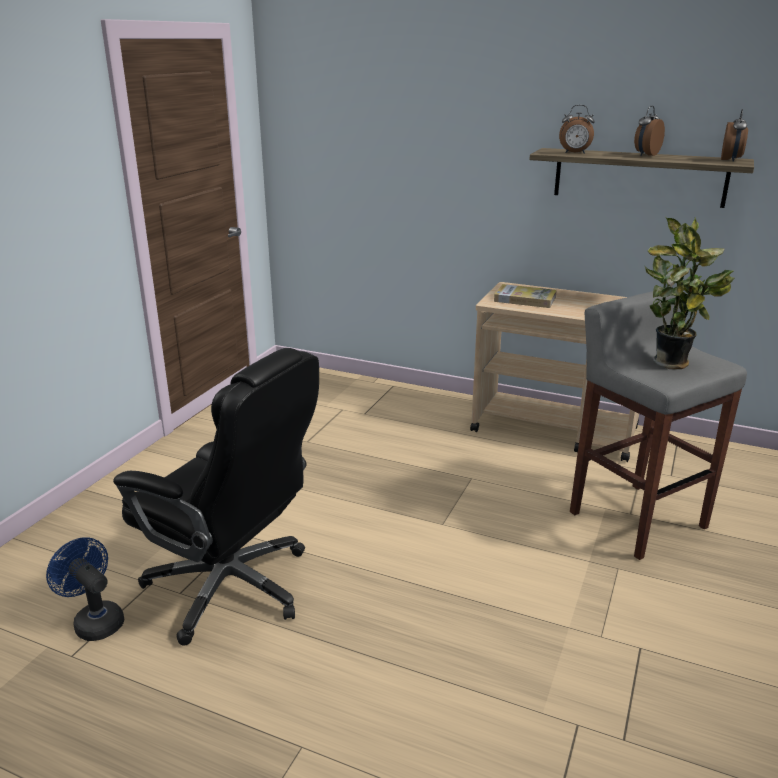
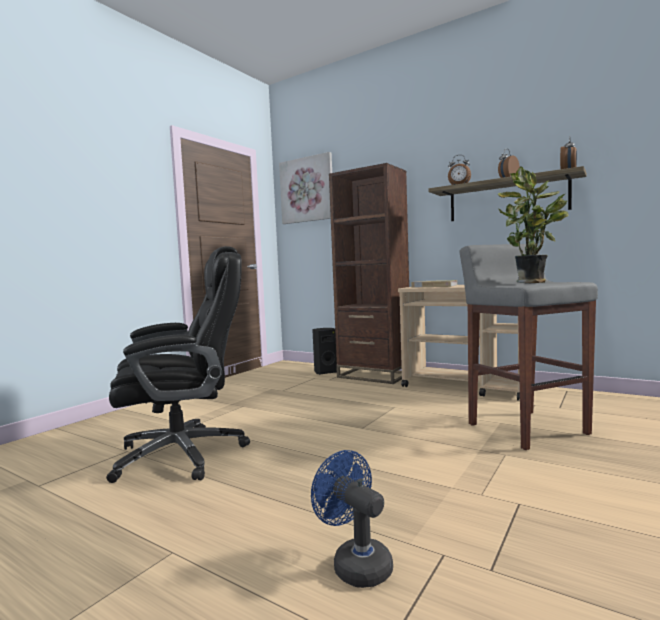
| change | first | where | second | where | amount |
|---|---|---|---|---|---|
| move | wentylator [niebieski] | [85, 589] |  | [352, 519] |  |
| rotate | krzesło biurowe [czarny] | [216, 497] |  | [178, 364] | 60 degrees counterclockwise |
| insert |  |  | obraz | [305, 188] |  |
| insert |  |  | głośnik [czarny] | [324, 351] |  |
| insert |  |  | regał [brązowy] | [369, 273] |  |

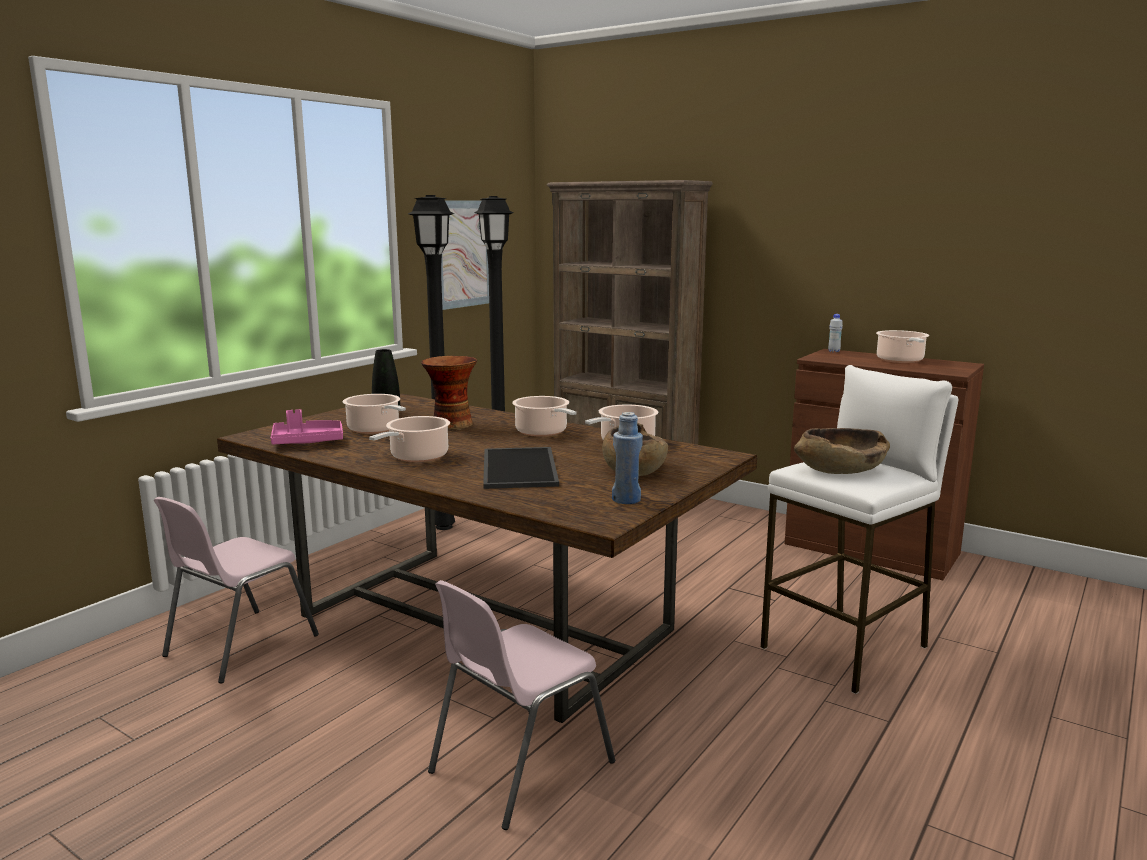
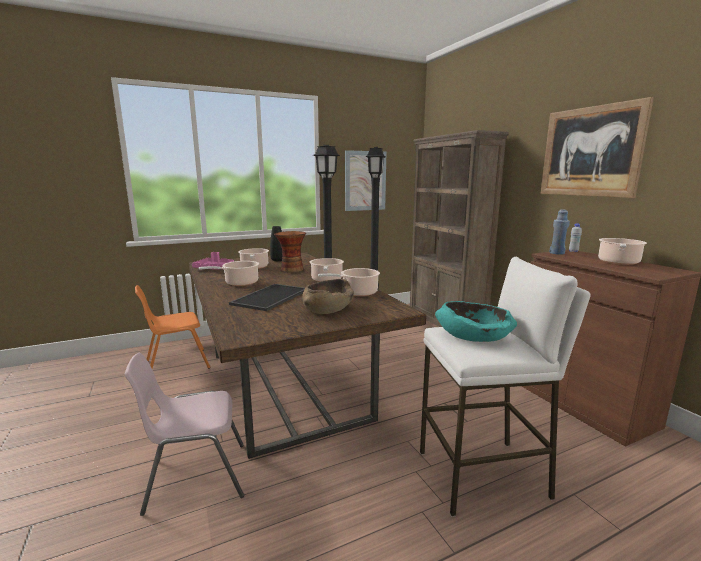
| change | first | where | second | where | amount |
|---|---|---|---|---|---|
| recolor | krzesło [różowy] | [236, 590] | krzesło [pomarańczowy] | [173, 327] |  |
| move | butelka [niebieski] | [627, 458] |  | [559, 232] |  |
| recolor | miska [brązowy] | [842, 451] | miska [turkusowy] | [476, 321] |  |
| insert |  |  | obraz | [597, 147] |  |

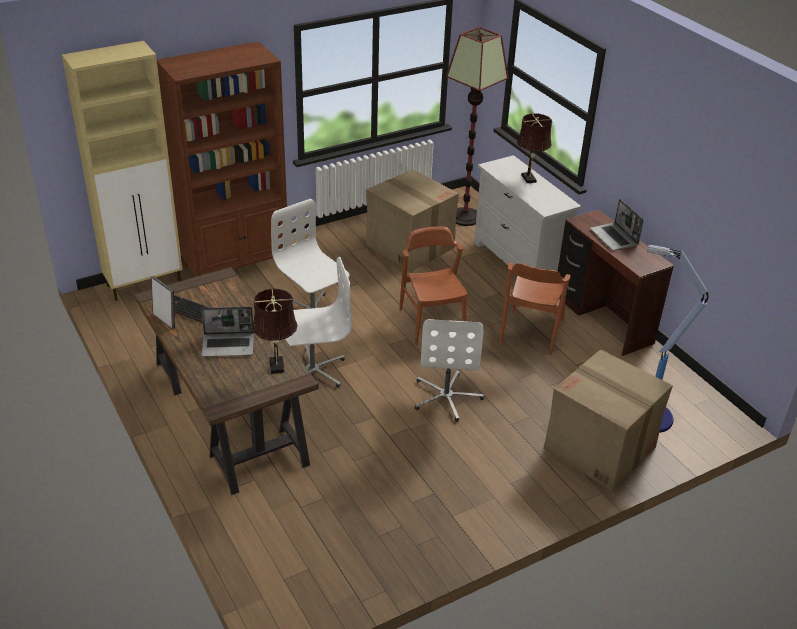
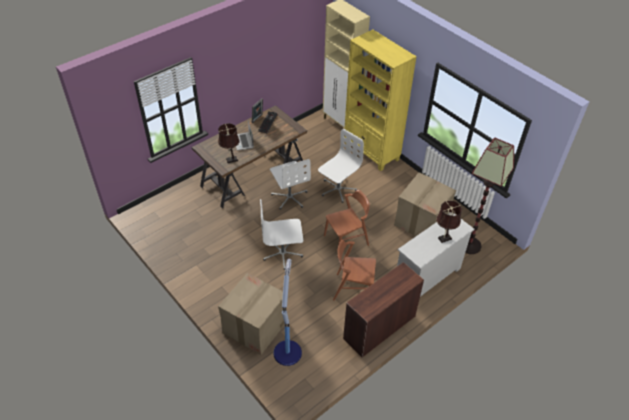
| change | first | where | second | where | amount |
|---|---|---|---|---|---|
| recolor | regał [brązowy] | [222, 159] | regał [żółty] | [380, 100] |  |
| delete | laptop | [617, 224] |  |  |  |

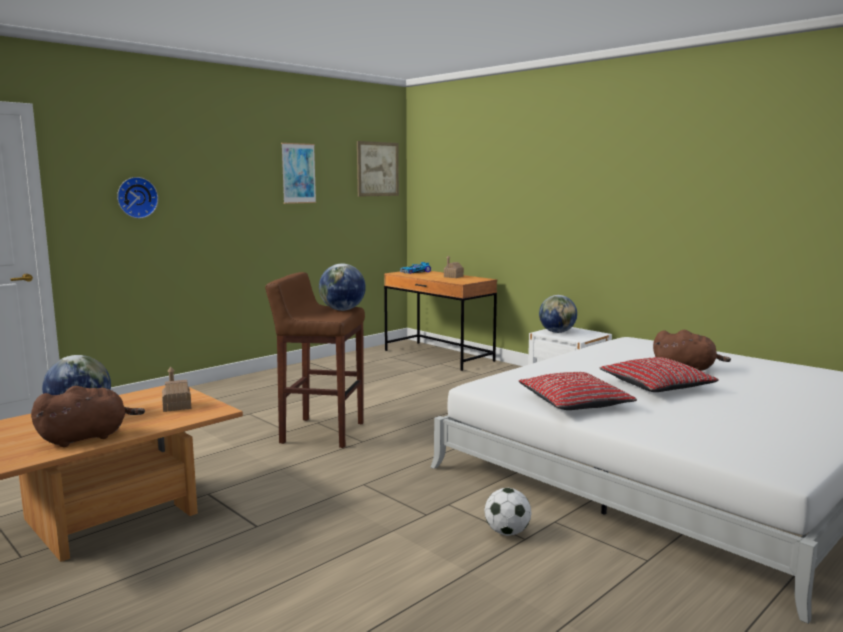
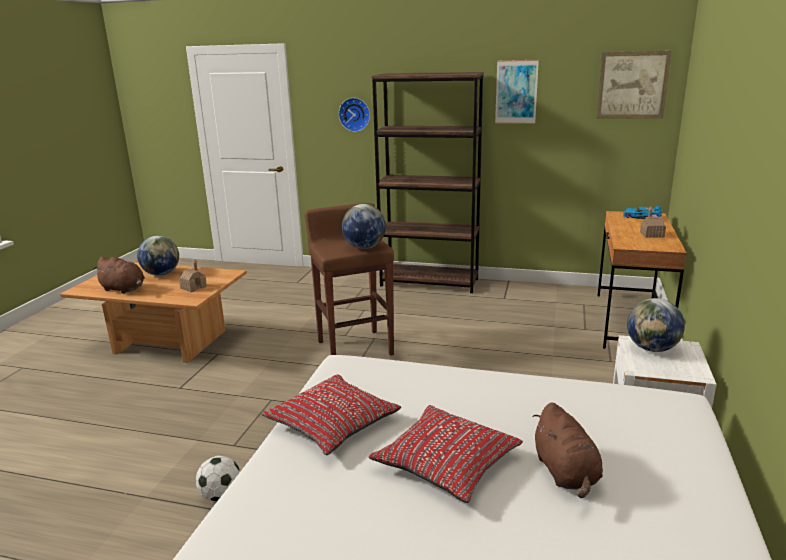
| change | first | where | second | where | amount |
|---|---|---|---|---|---|
| insert |  |  | regał [brązowy] | [428, 182] |  |

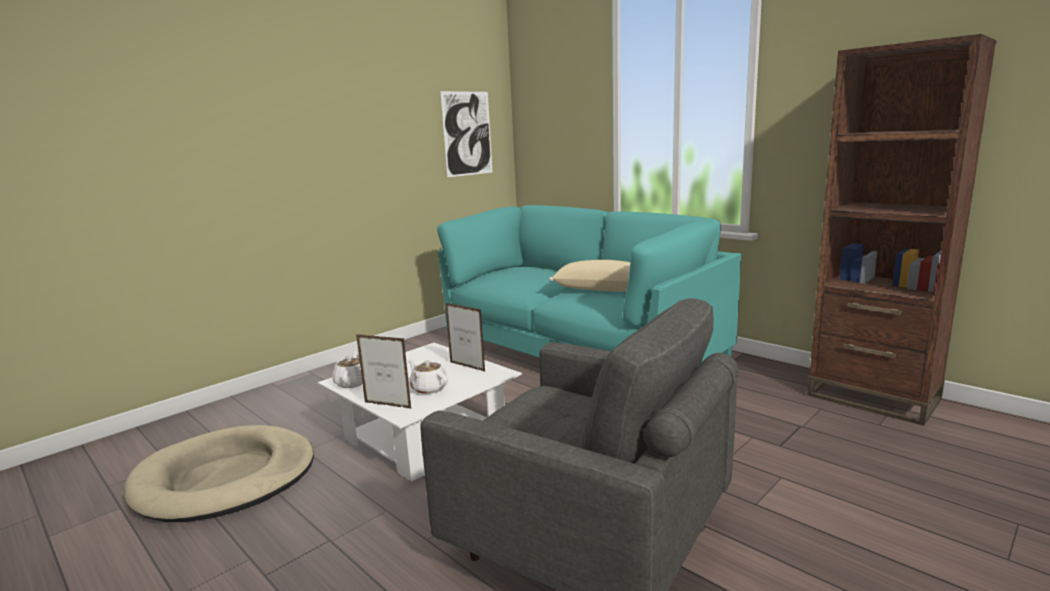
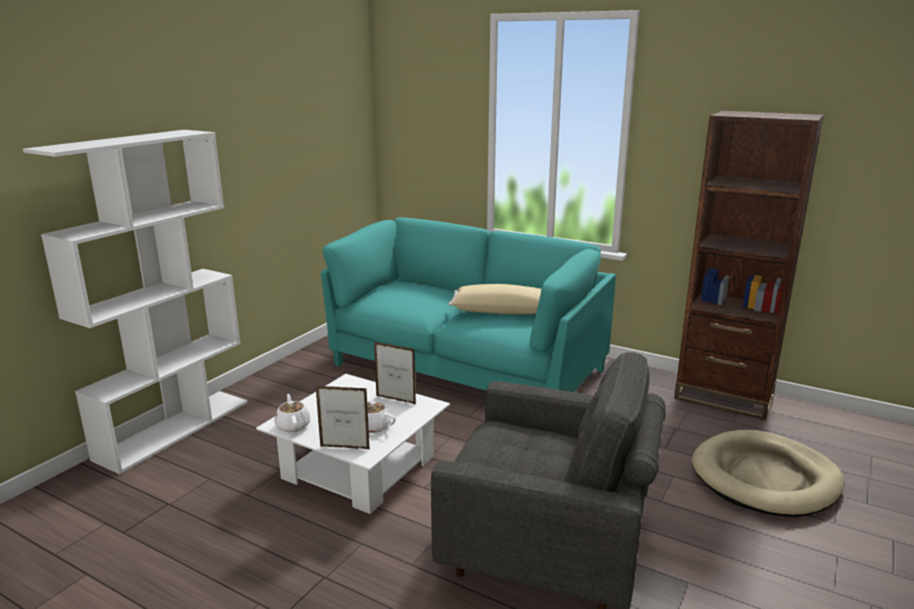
| change | first | where | second | where | amount |
|---|---|---|---|---|---|
| move | legowisko [beżowy] | [219, 473] |  | [768, 473] |  |
| delete | obraz | [466, 134] |  |  |  |
| insert |  |  | regał [biały] | [135, 302] |  |

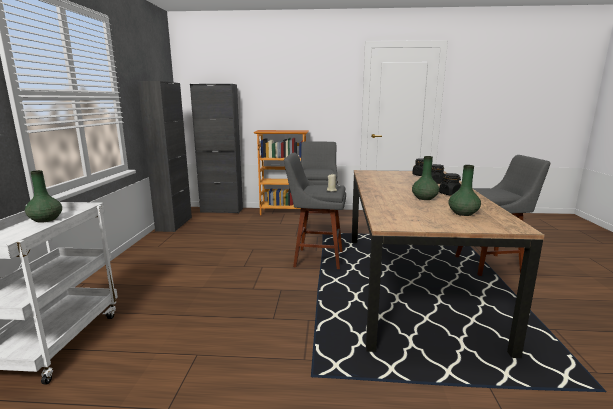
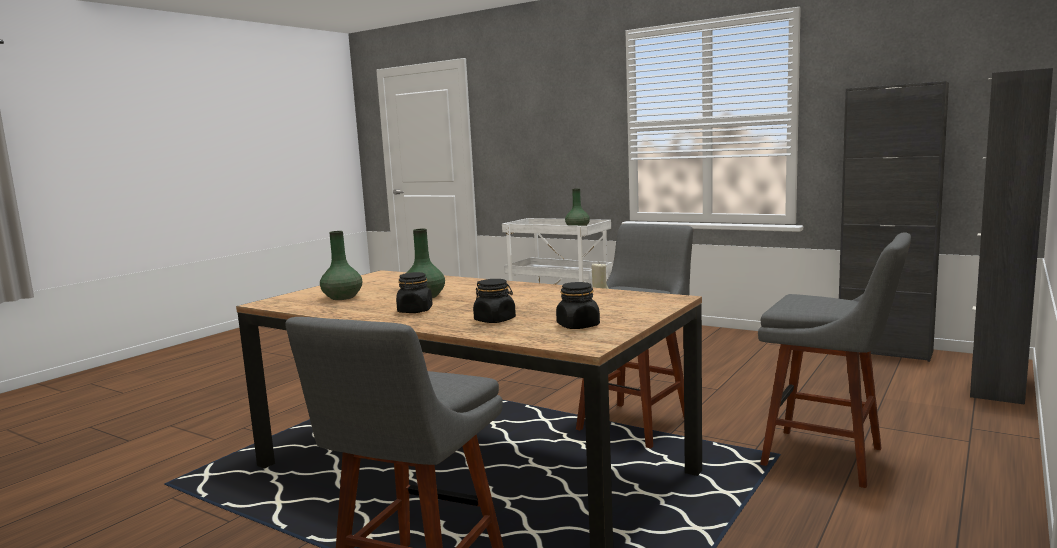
| change | first | where | second | where | amount |
|---|---|---|---|---|---|
| delete | regał | [281, 172] |  |  |  |

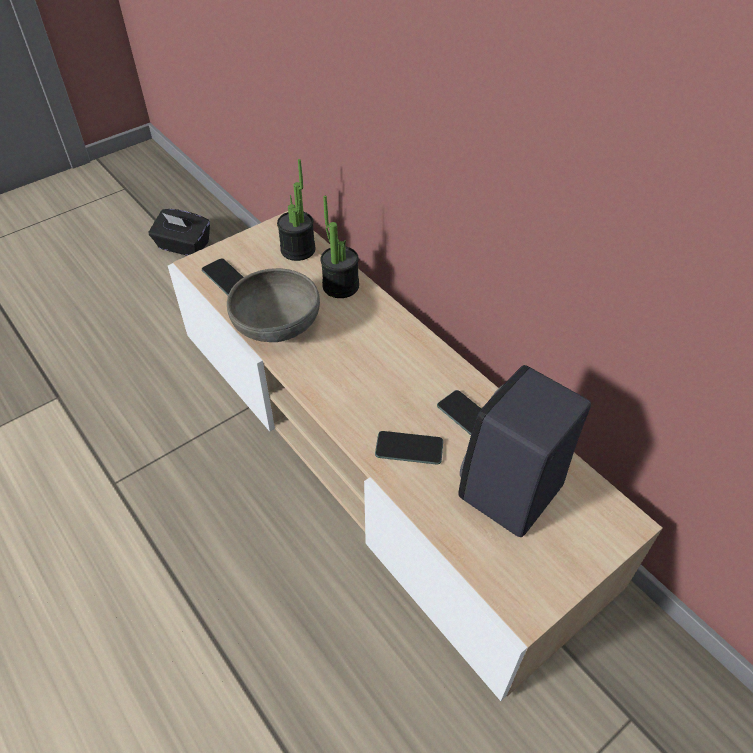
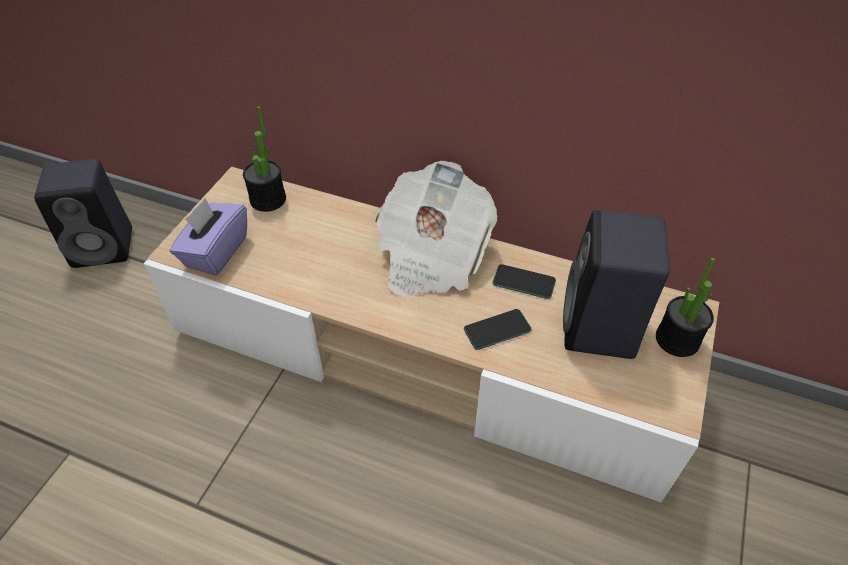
| change | first | where | second | where | amount |
|---|---|---|---|---|---|
| replace | pudełko chusteczek [czarny] | [179, 232] | głośnik [czarny] | [83, 213] |  |
| replace | telefon | [222, 276] | pudełko chusteczek [fioletowy] | [208, 236] |  |
| delete | miska [szary] | [273, 305] |  |  |  |
| move | roślina doniczkowa | [340, 247] |  | [685, 307] |  |
| insert |  |  | gazeta | [436, 228] |  |

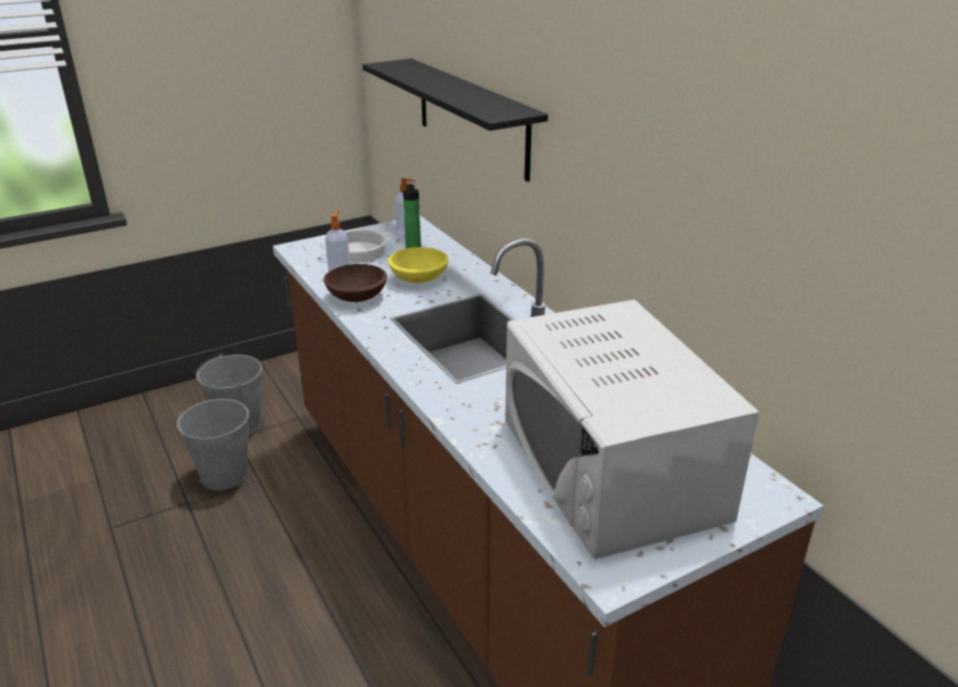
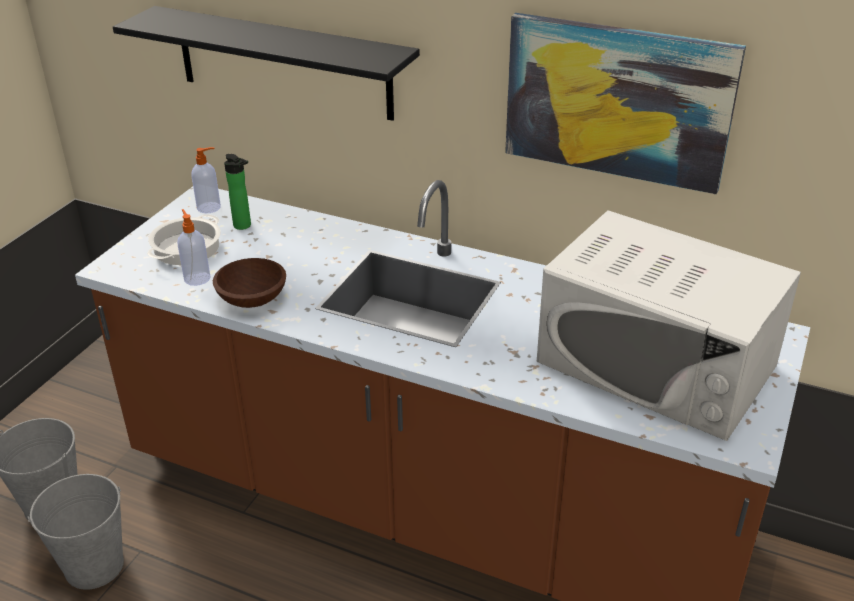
| change | first | where | second | where | amount |
|---|---|---|---|---|---|
| delete | miska [żółty] | [418, 265] |  |  |  |
| insert |  |  | obraz | [625, 104] |  |

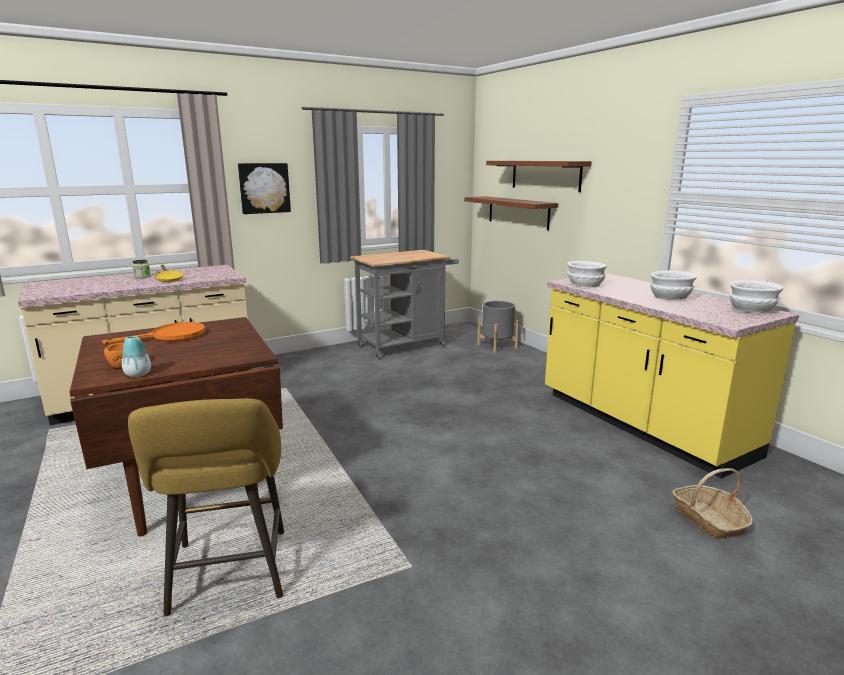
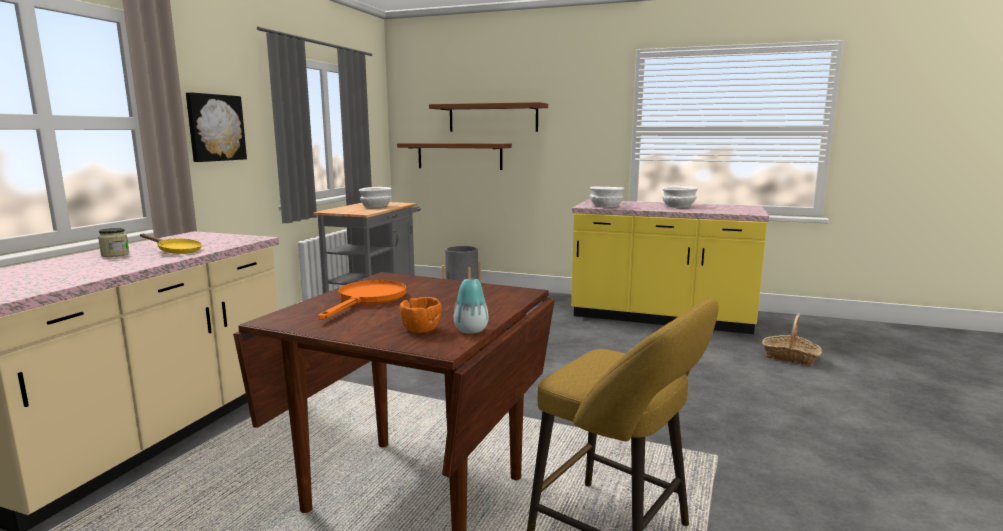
| change | first | where | second | where | amount |
|---|---|---|---|---|---|
| move | miska [biały] | [756, 296] |  | [375, 197] |  |

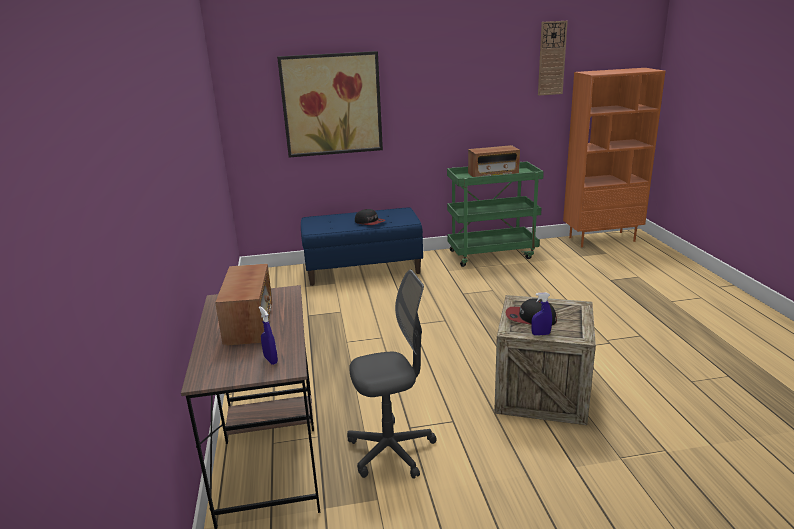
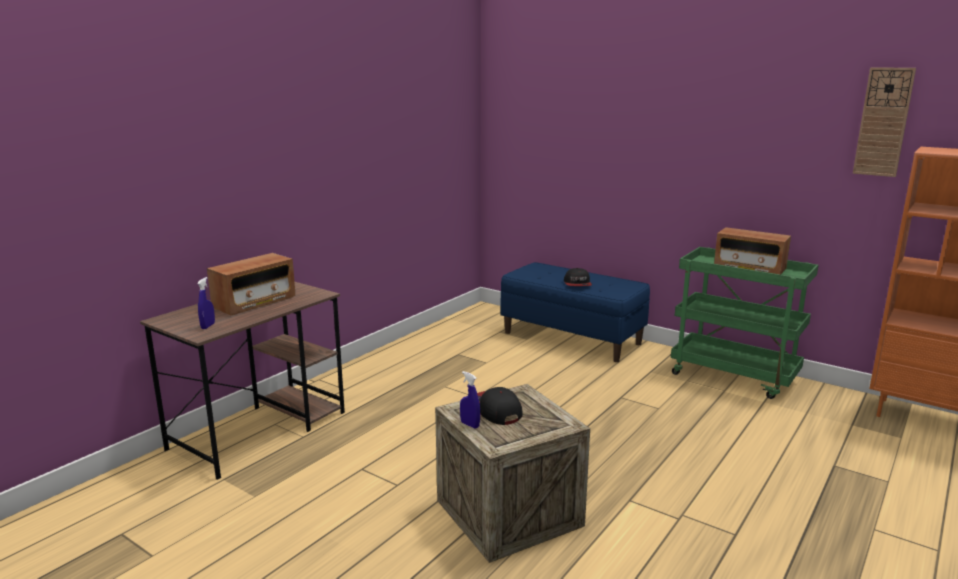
| change | first | where | second | where | amount |
|---|---|---|---|---|---|
| delete | obraz | [330, 104] |  |  |  |
| delete | krzesło biurowe [szary] | [392, 374] |  |  |  |

